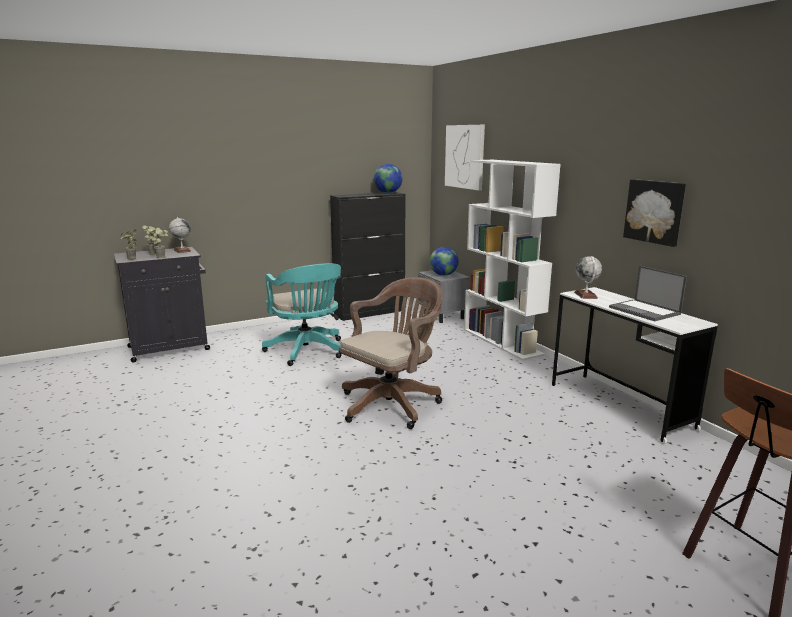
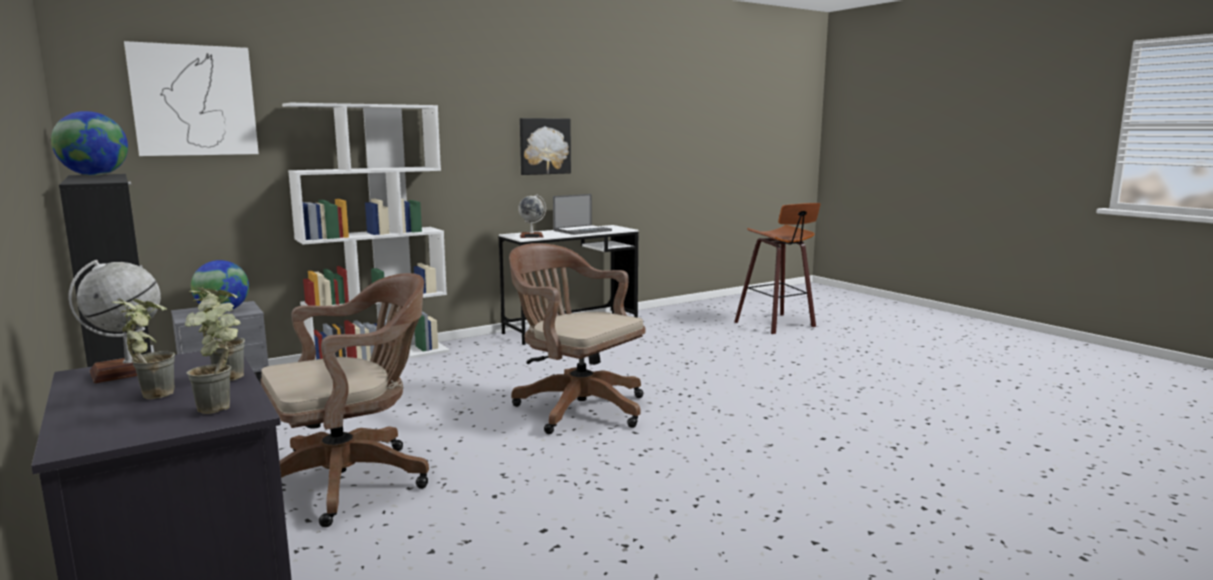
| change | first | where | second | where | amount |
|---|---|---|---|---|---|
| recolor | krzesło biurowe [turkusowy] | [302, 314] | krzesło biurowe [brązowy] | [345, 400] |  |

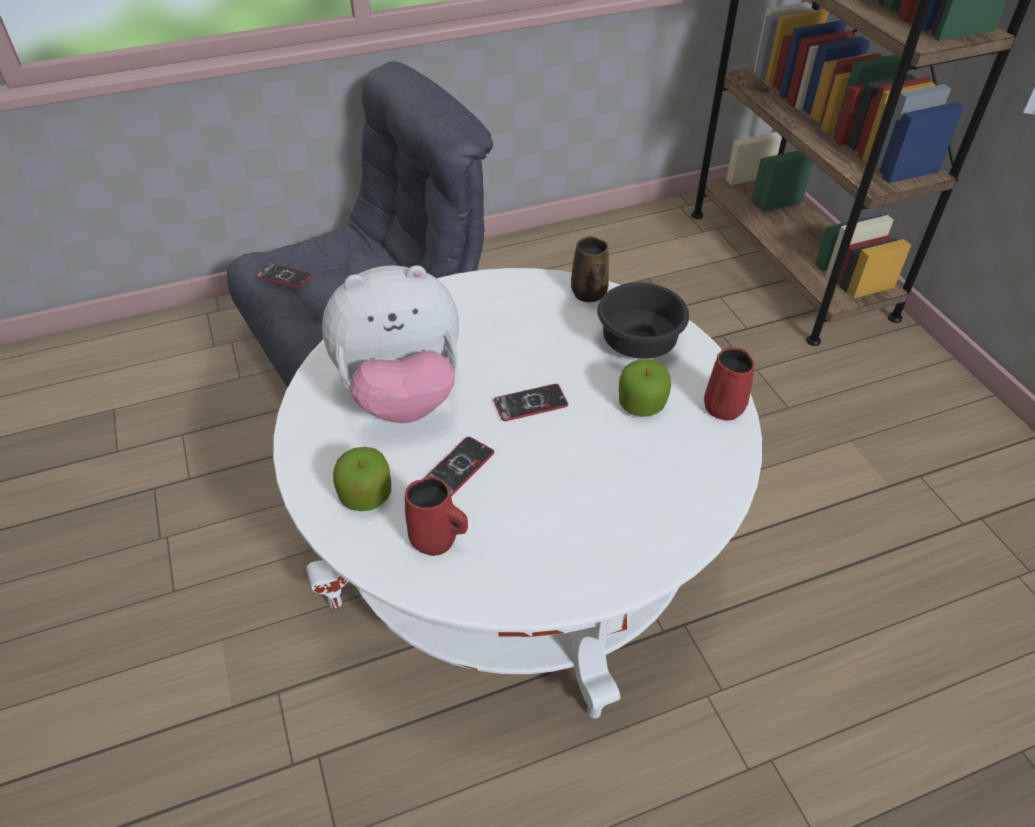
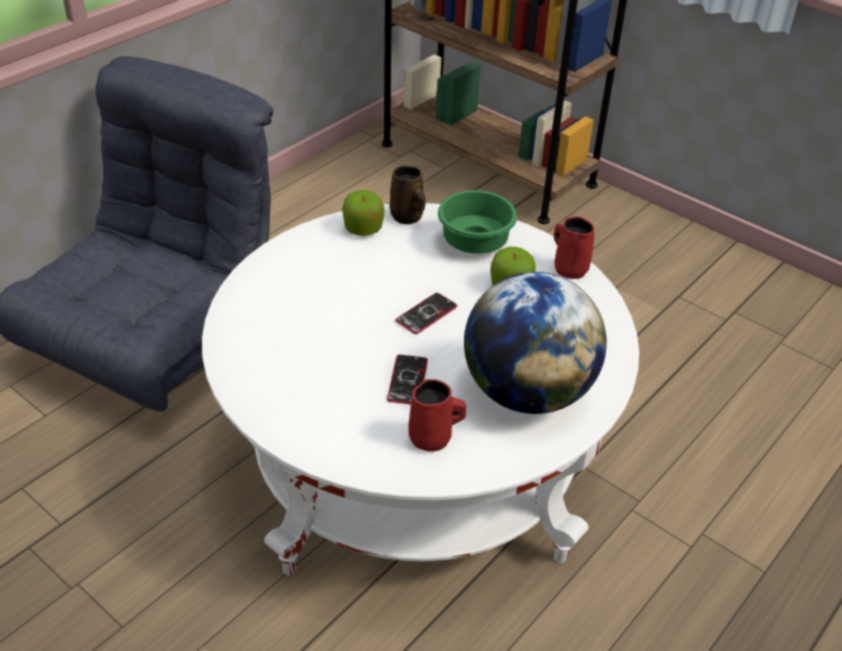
| change | first | where | second | where | amount |
|---|---|---|---|---|---|
| delete | telefon | [284, 275] |  |  |  |
| delete | pluszak | [390, 344] |  |  |  |
| move | jabłko | [362, 479] |  | [363, 213] |  |
| recolor | miska [czarny] | [643, 320] | miska [zielony] | [477, 222] |  |
| insert |  |  | globus | [535, 343] |  |

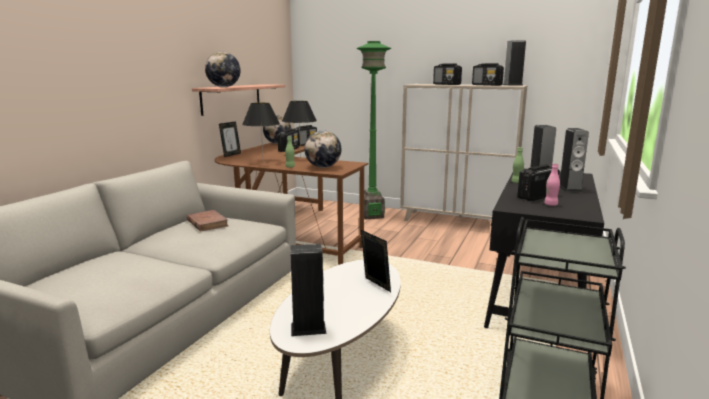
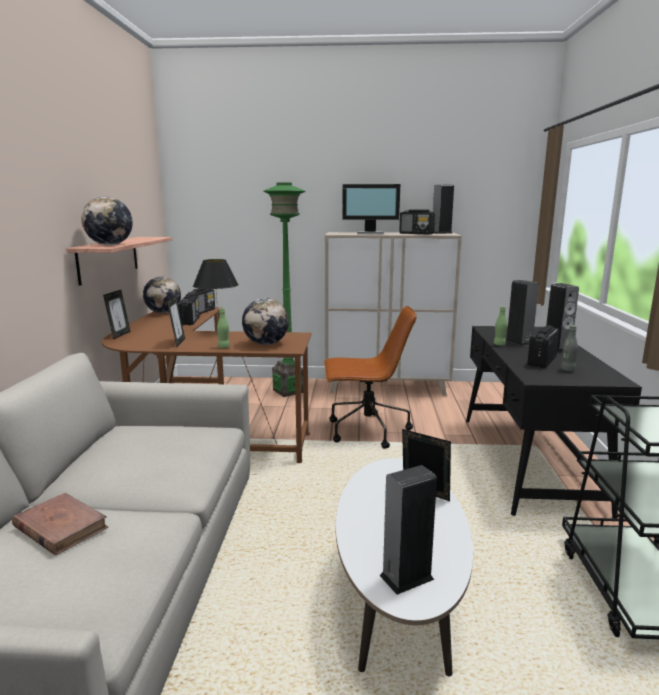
| change | first | where | second | where | amount |
|---|---|---|---|---|---|
| move | książka [brązowy] | [208, 221] |  | [60, 524] |  |
| replace | lampa stołowa [czarny] | [261, 128] | ramka na zdjęcie | [176, 321] |  |
| replace | radio | [447, 74] | monitor | [371, 209] |  |
| recolor | butelka [różowy] | [552, 184] | butelka [szary] | [569, 348] |  |
| insert |  |  | krzesło biurowe [brązowy] | [370, 377] |  |

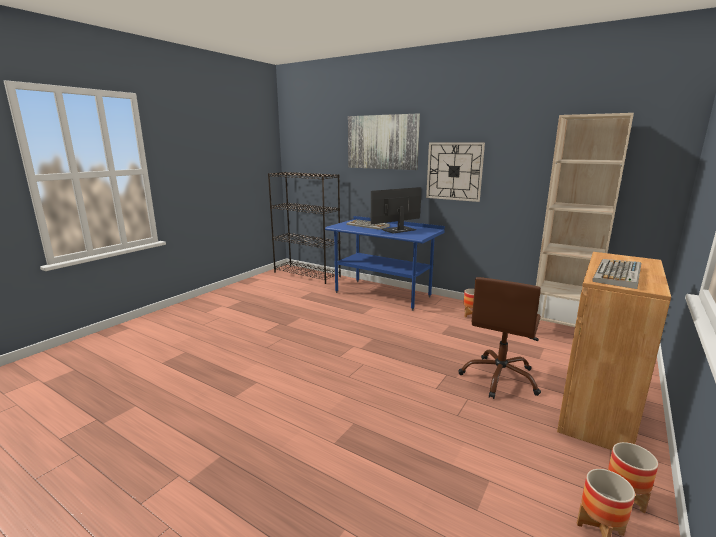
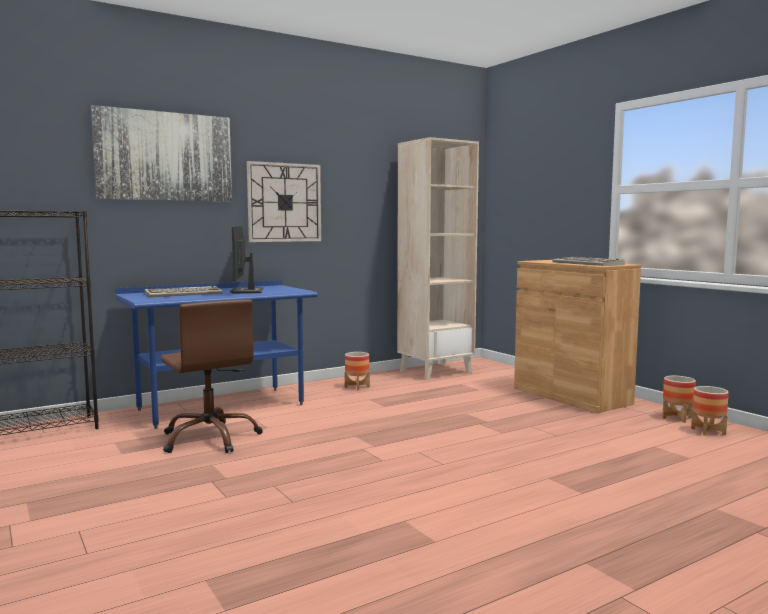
| change | first | where | second | where | amount |
|---|---|---|---|---|---|
| move | krzesło biurowe [brązowy] | [499, 338] |  | [212, 376] |  |

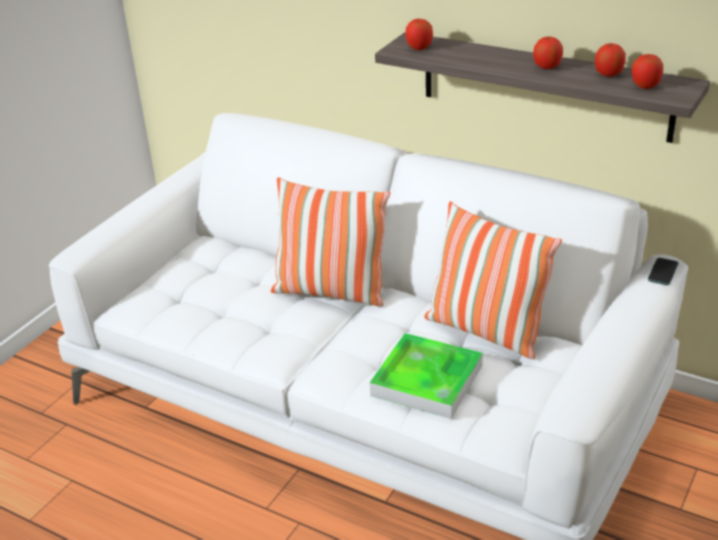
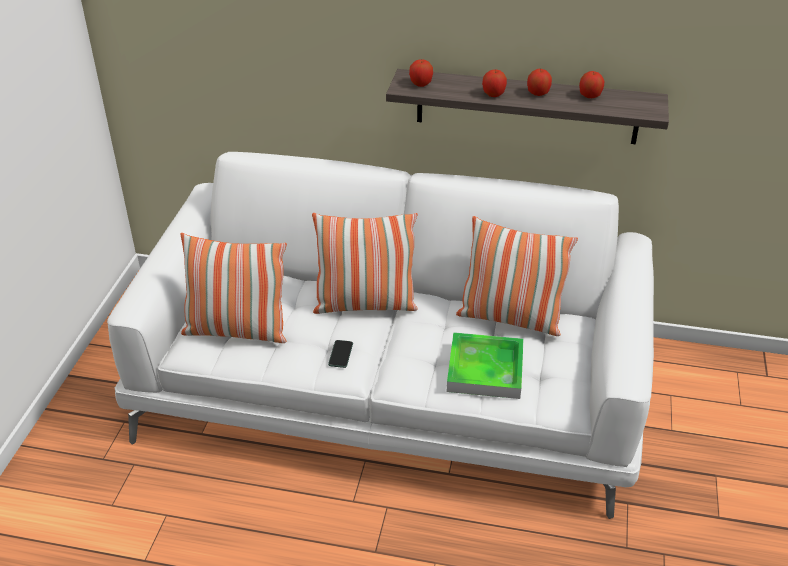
| change | first | where | second | where | amount |
|---|---|---|---|---|---|
| move | jabłko | [647, 71] |  | [494, 83] |  |
| move | telefon | [663, 271] |  | [340, 354] |  |
| insert |  |  | poduszka | [234, 288] |  |

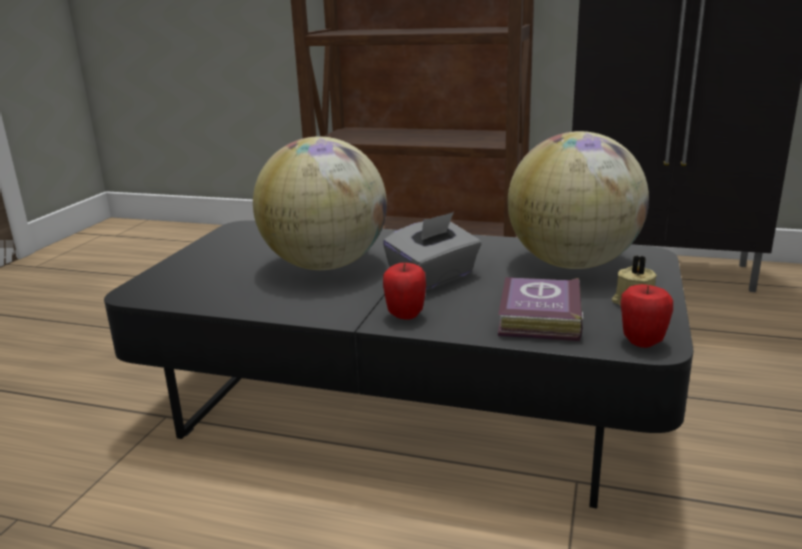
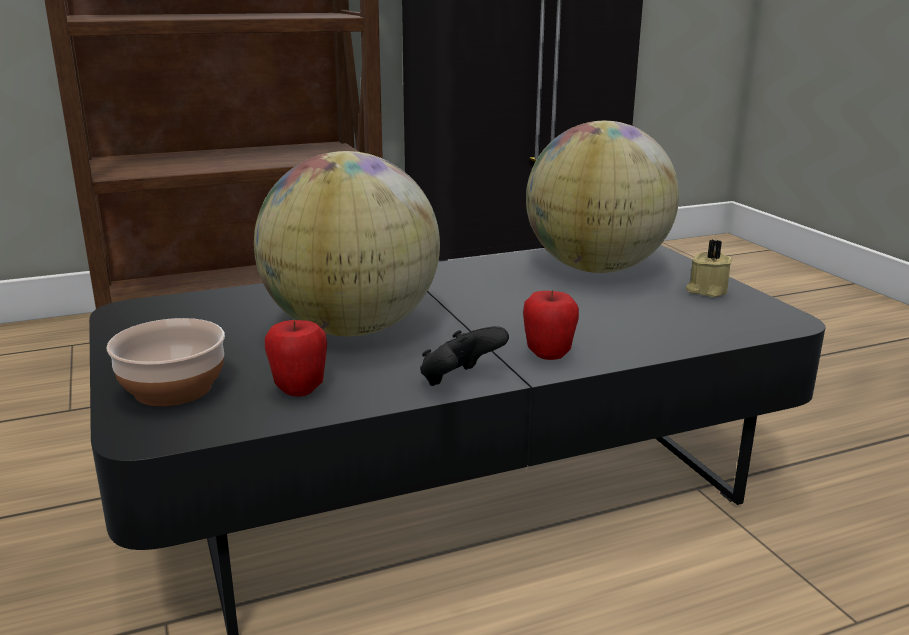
| change | first | where | second | where | amount |
|---|---|---|---|---|---|
| delete | pudełko chusteczek [szary] | [432, 251] |  |  |  |
| delete | książka | [540, 309] |  |  |  |
| move | jabłko | [646, 316] |  | [296, 358] |  |
| insert |  |  | miska | [165, 362] |  |
| insert |  |  | pad do gier [czarny] | [464, 356] |  |

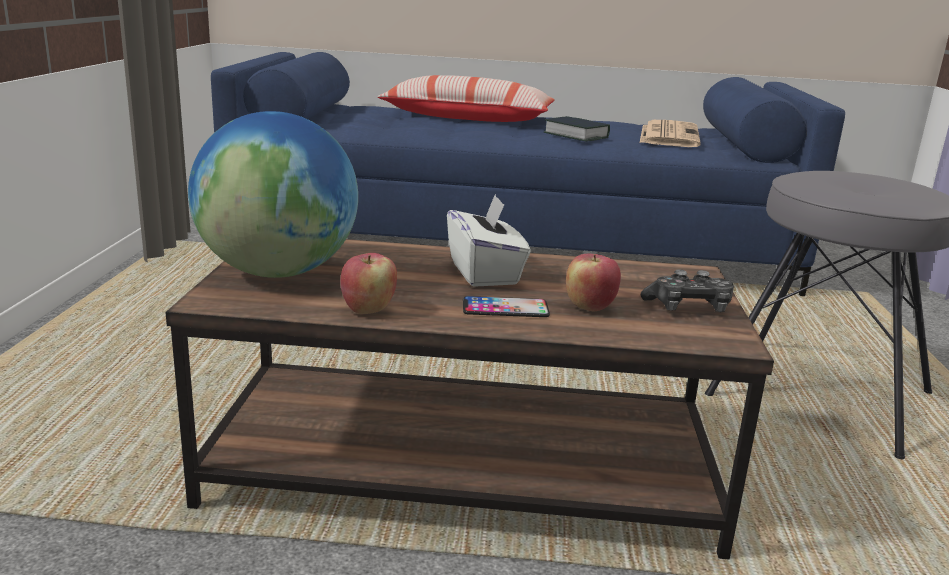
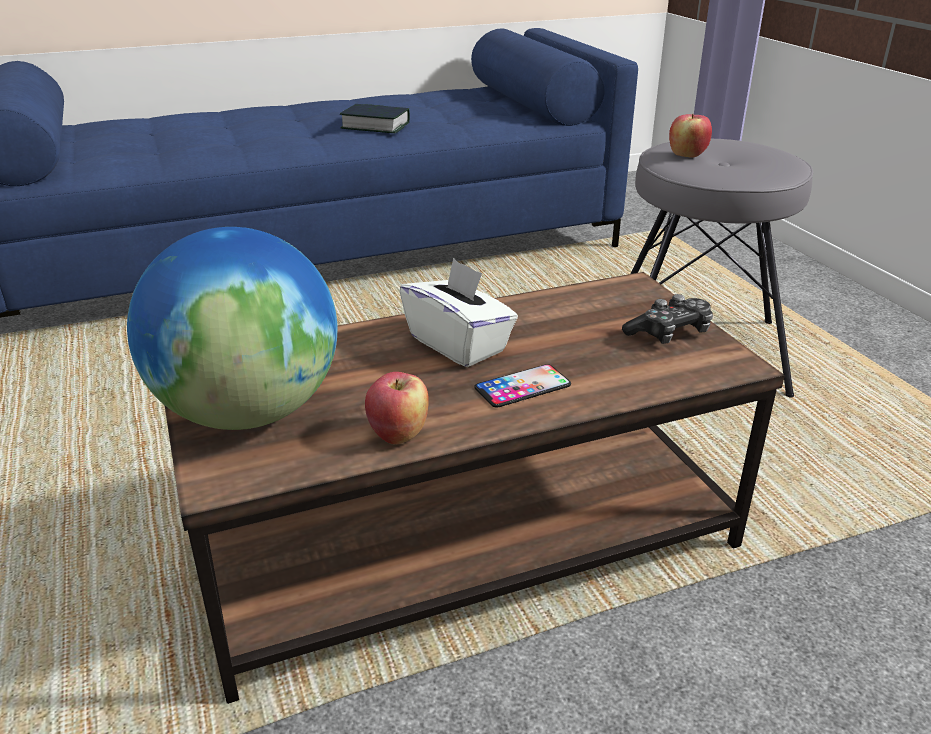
| change | first | where | second | where | amount |
|---|---|---|---|---|---|
| delete | poduszka | [466, 98] |  |  |  |
| move | jabłko | [593, 283] |  | [690, 136] |  |
| delete | gazeta | [670, 133] |  |  |  |

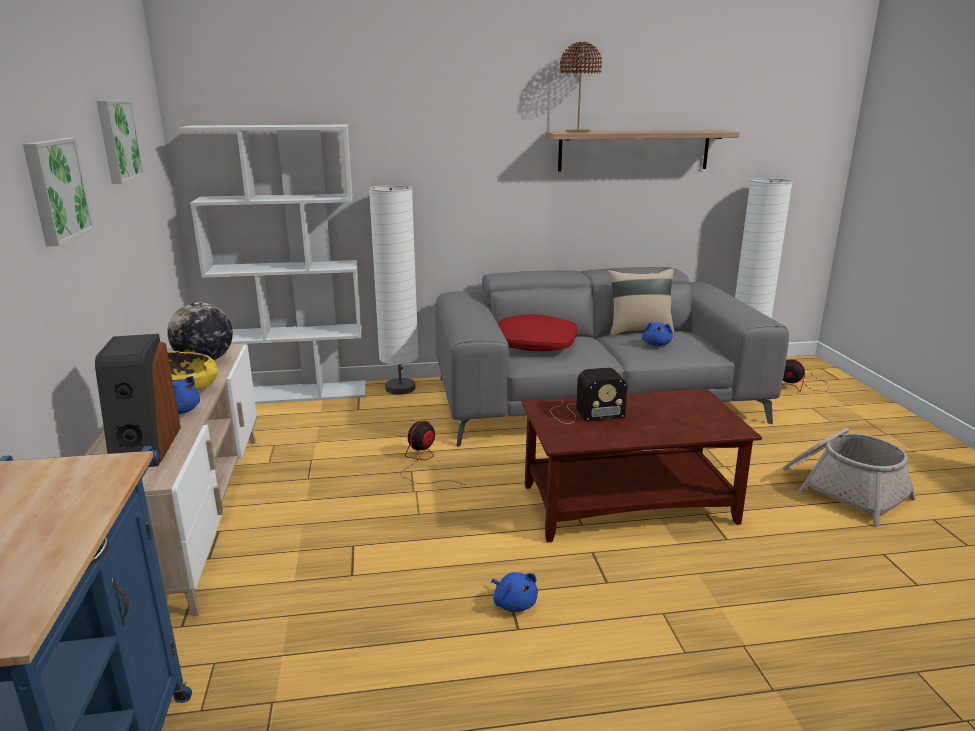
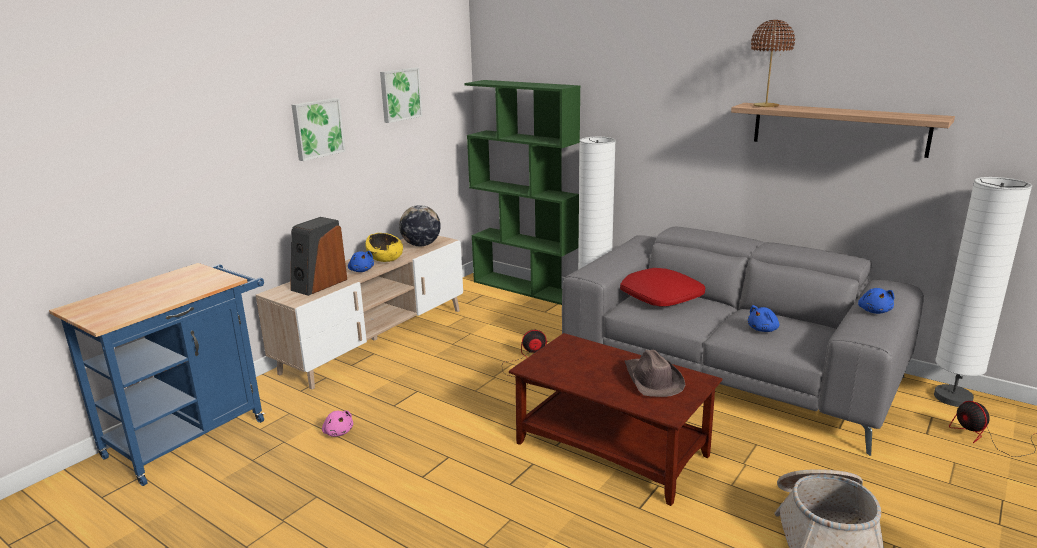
| change | first | where | second | where | amount |
|---|---|---|---|---|---|
| recolor | regał [biały] | [272, 264] | regał [zielony] | [522, 192] |  |
| move | pluszak [niebieski] | [514, 592] |  | [876, 301] |  |
| delete | radio | [589, 396] |  |  |  |
| delete | poduszka [beżowy] | [641, 301] |  |  |  |
| insert |  |  | pluszak [różowy] | [337, 423] |  |
| insert |  |  | kapelusz [brązowy] | [654, 373] |  |

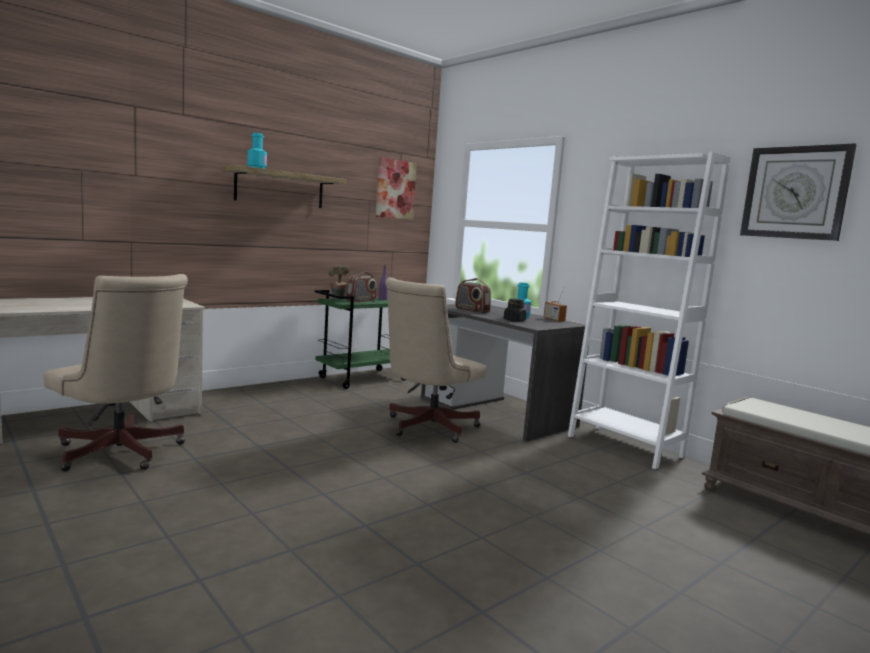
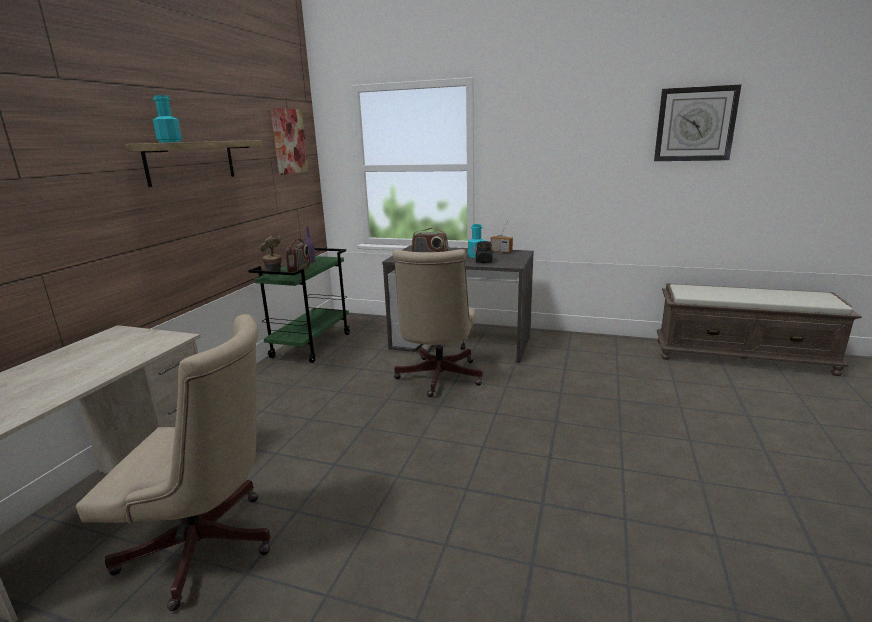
| change | first | where | second | where | amount |
|---|---|---|---|---|---|
| delete | regał [biały] | [649, 310] |  |  |  |

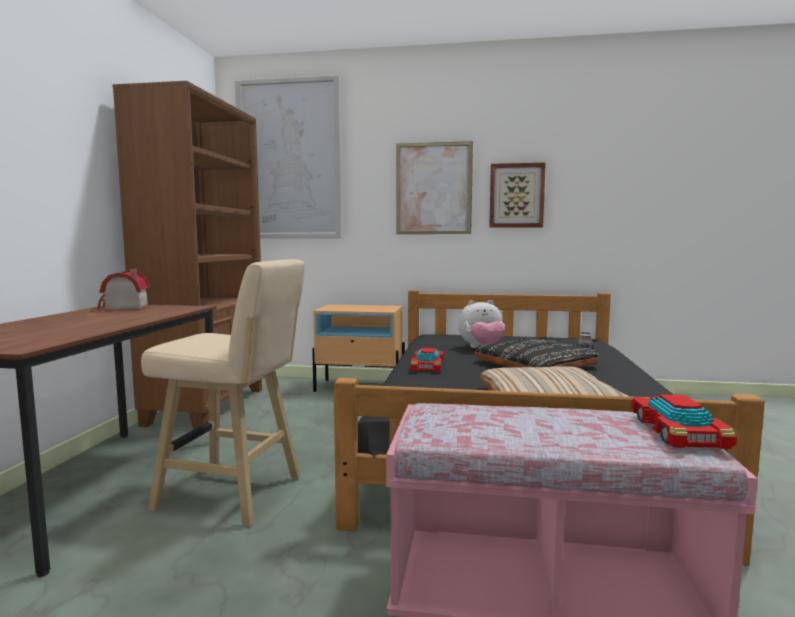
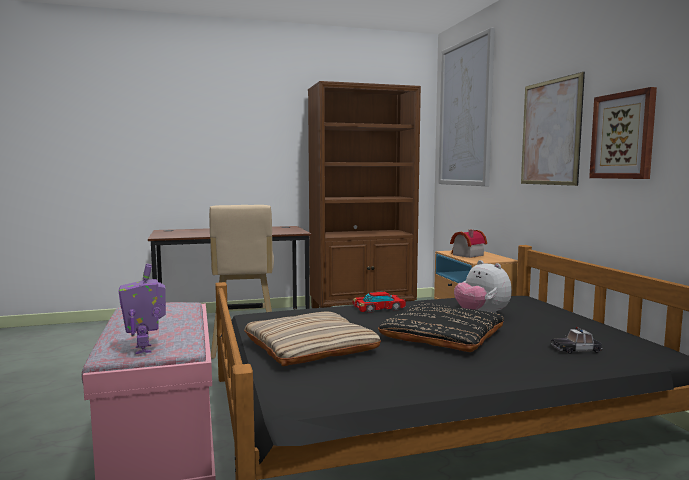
| change | first | where | second | where | amount |
|---|---|---|---|---|---|
| move | domek | [123, 289] |  | [468, 244] |  |
| replace | samochodzik | [684, 421] | robot zabawkowy | [142, 309] |  |

